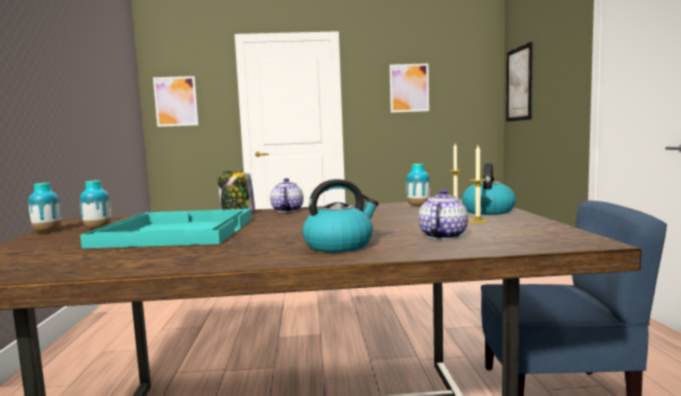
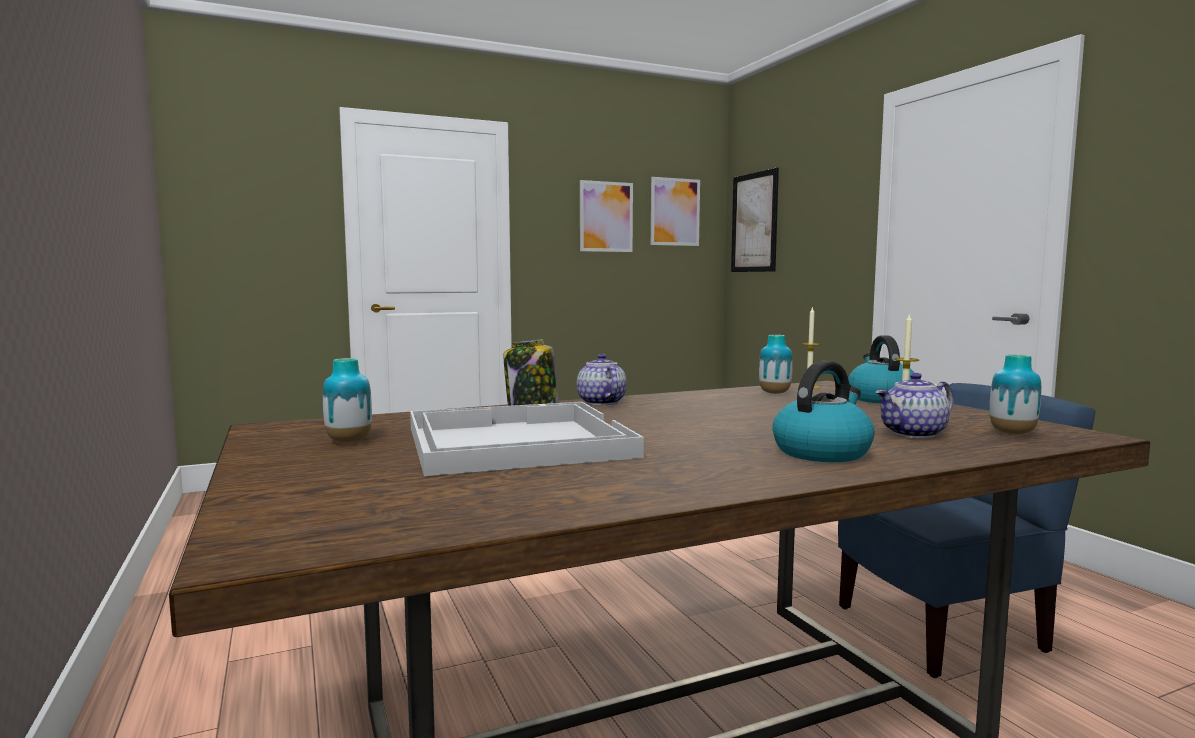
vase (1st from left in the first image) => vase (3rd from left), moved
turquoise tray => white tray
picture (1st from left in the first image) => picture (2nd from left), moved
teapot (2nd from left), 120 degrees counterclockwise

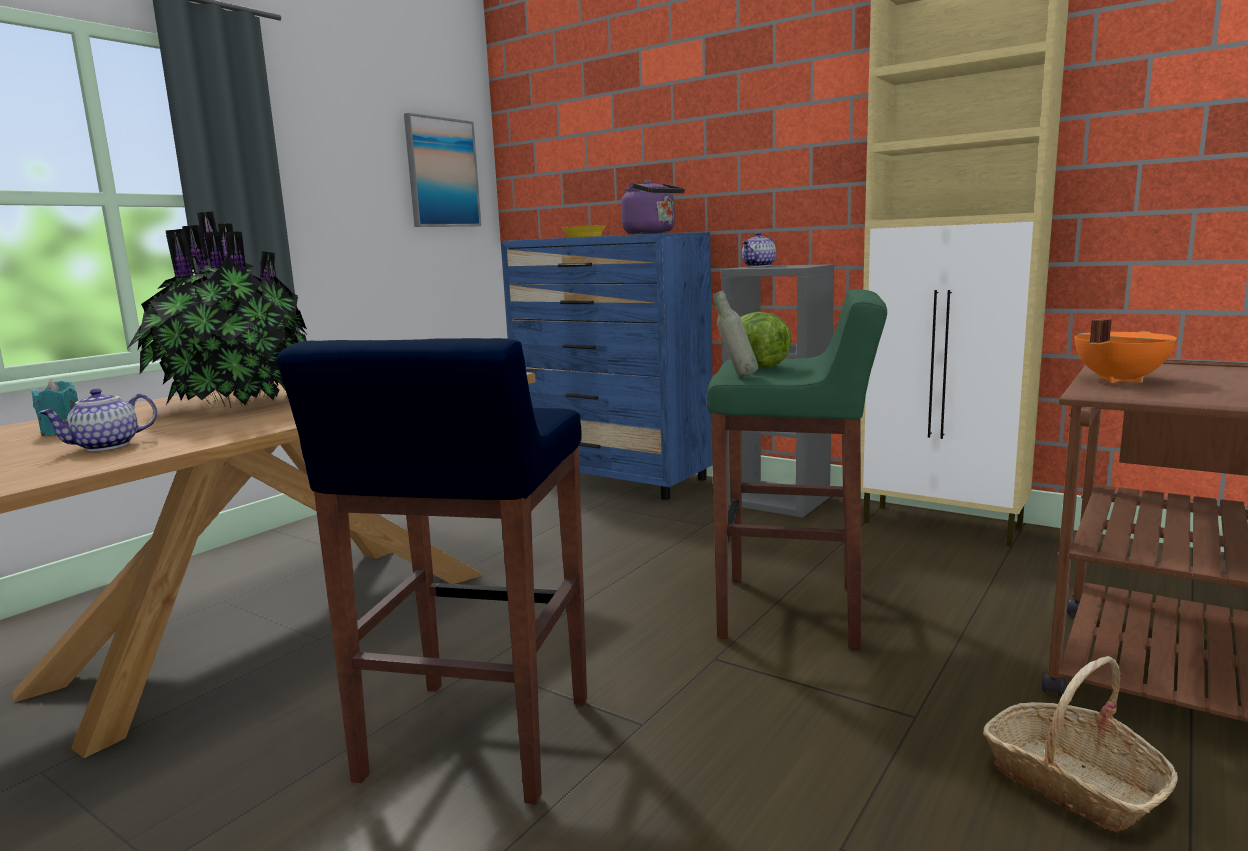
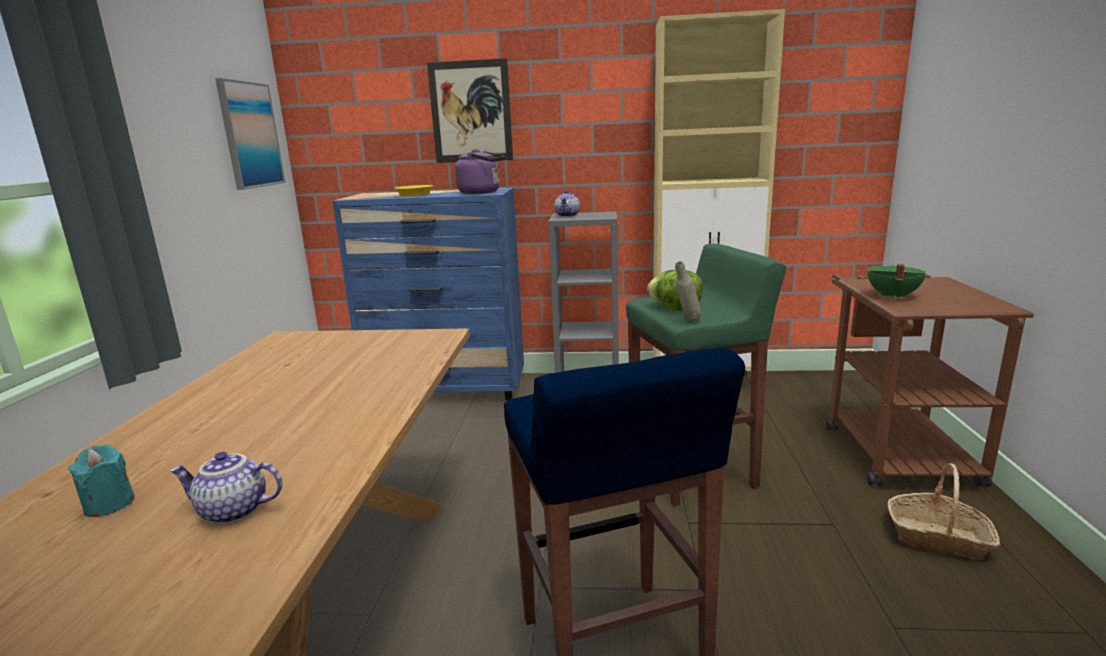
teapot (1st from left), 75 degrees clockwise
potted plant => nothing
orange cooking pot => green cooking pot
nothing => picture (2nd from left)

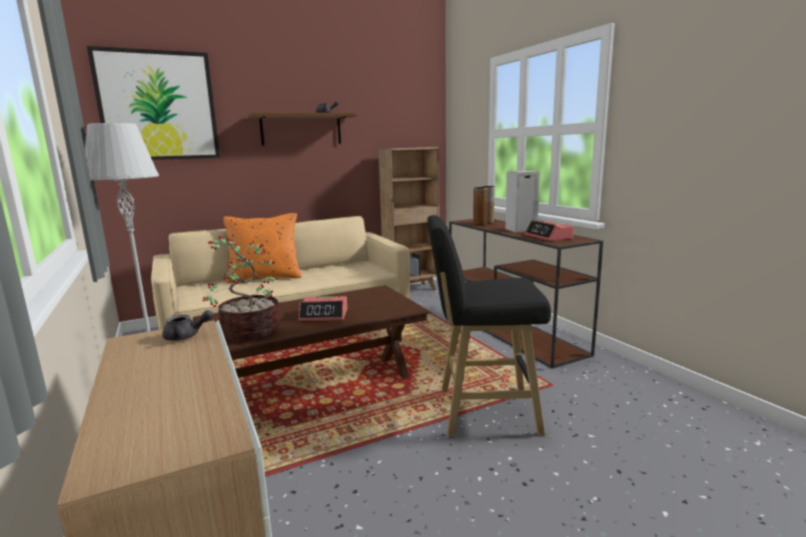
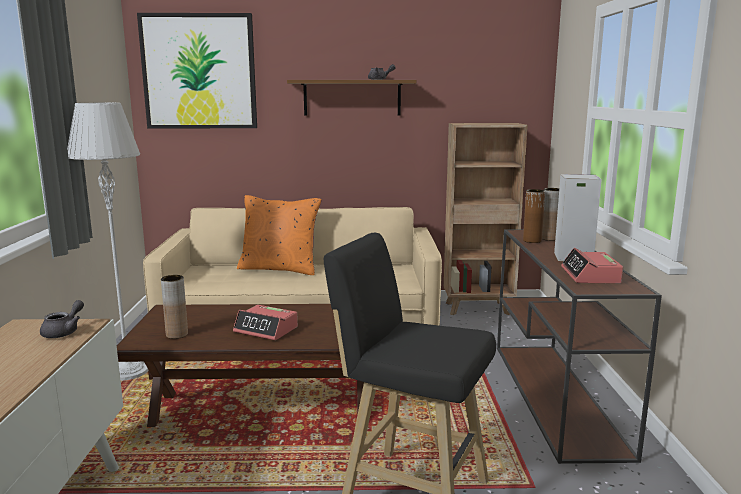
grey teapot (1st from left), 90 degrees counterclockwise
potted plant => brown vase (1st from left)

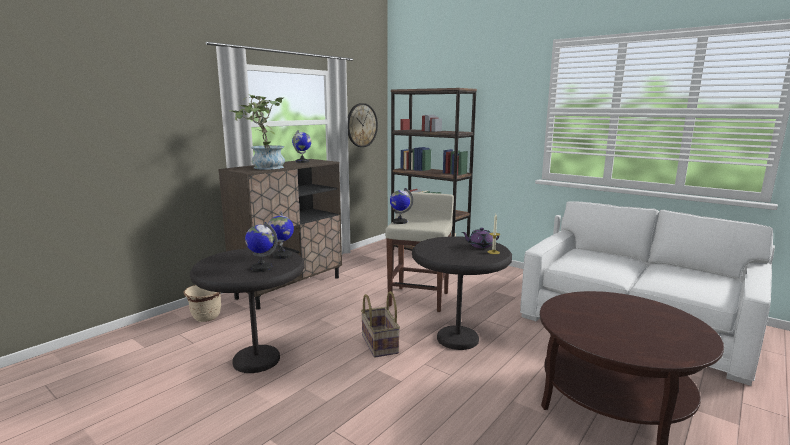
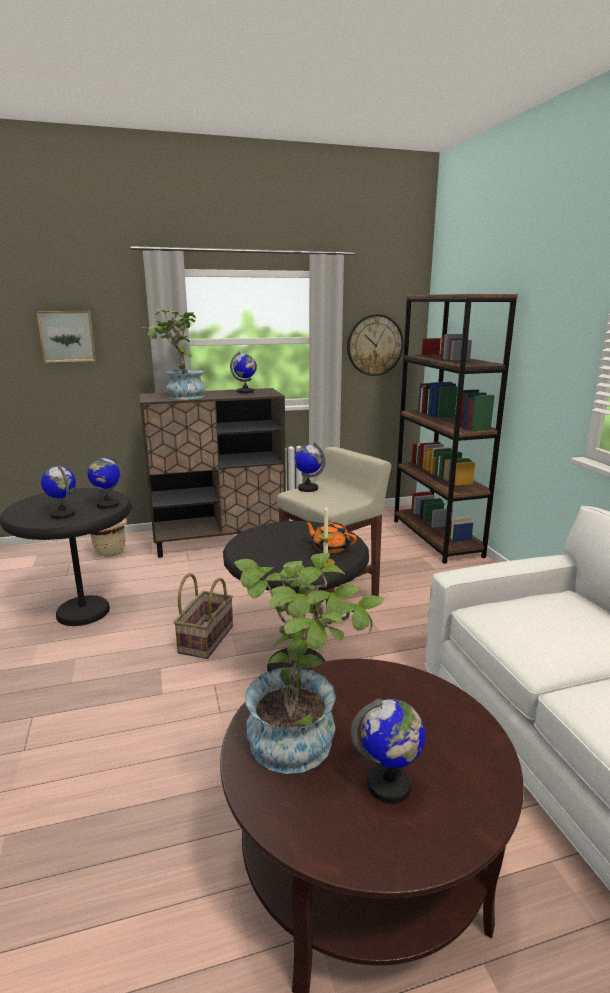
purple teapot => orange teapot
nothing => picture
nothing => potted plant (2nd from left)
nothing => globe (5th from left)

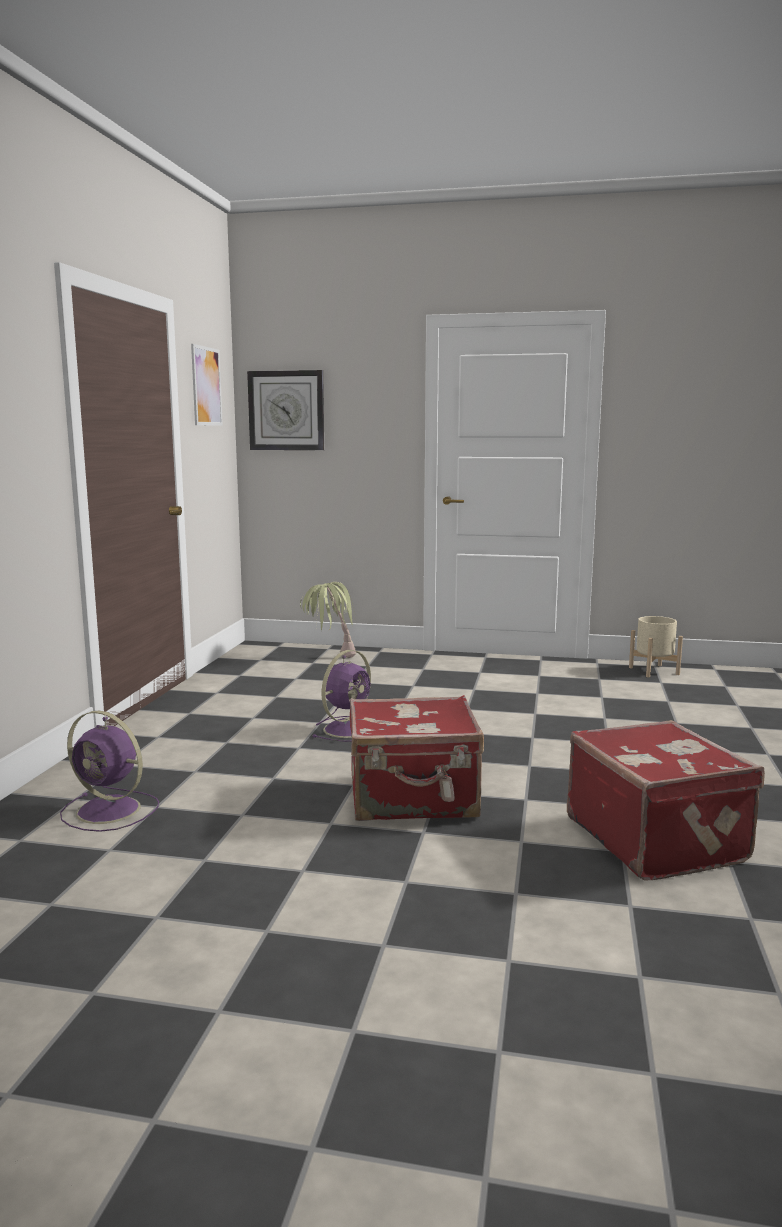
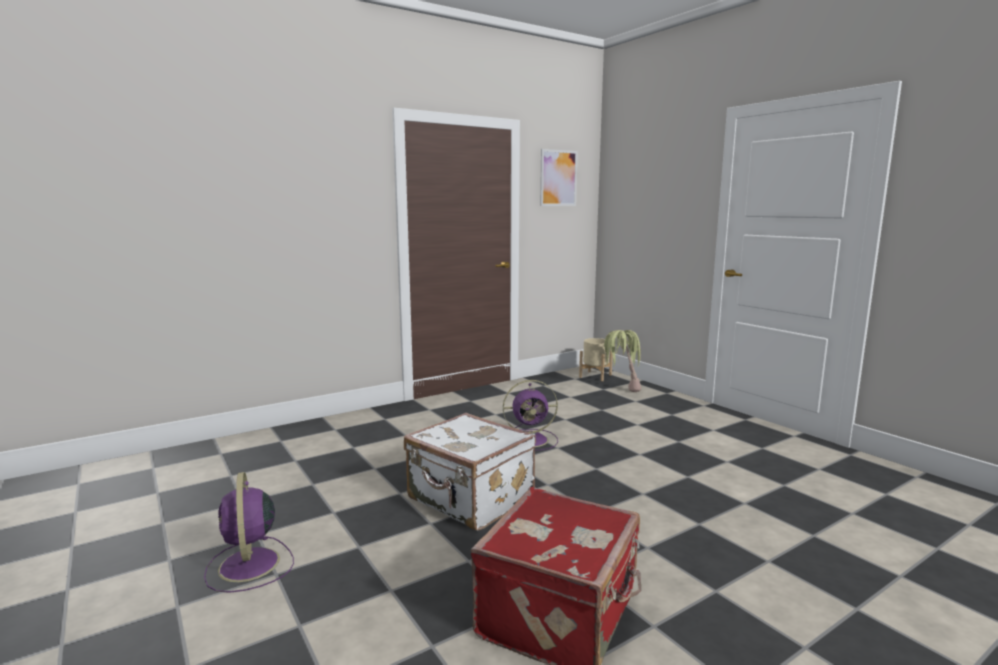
purple fan (1st from left), moved
wall clock => nothing
red suitcase (1st from left) => white suitcase
beige planter, moved

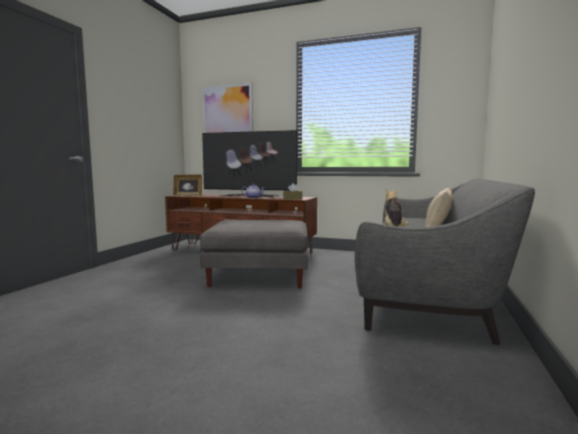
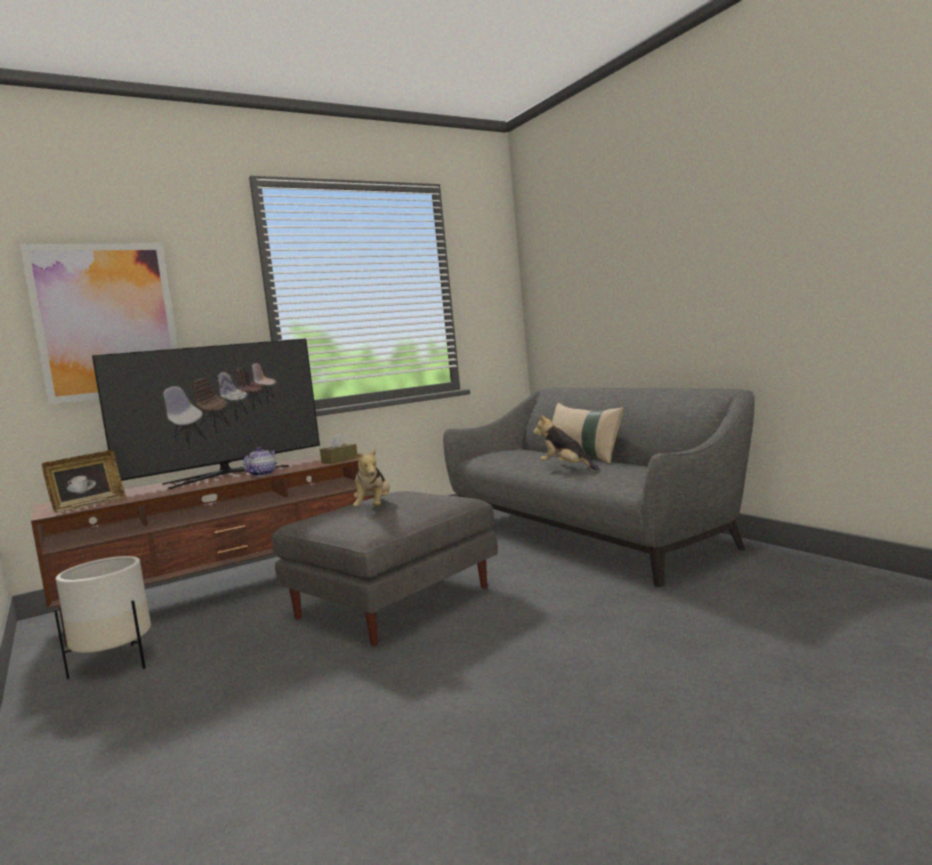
nothing => white planter
nothing => plush toy (1st from left)

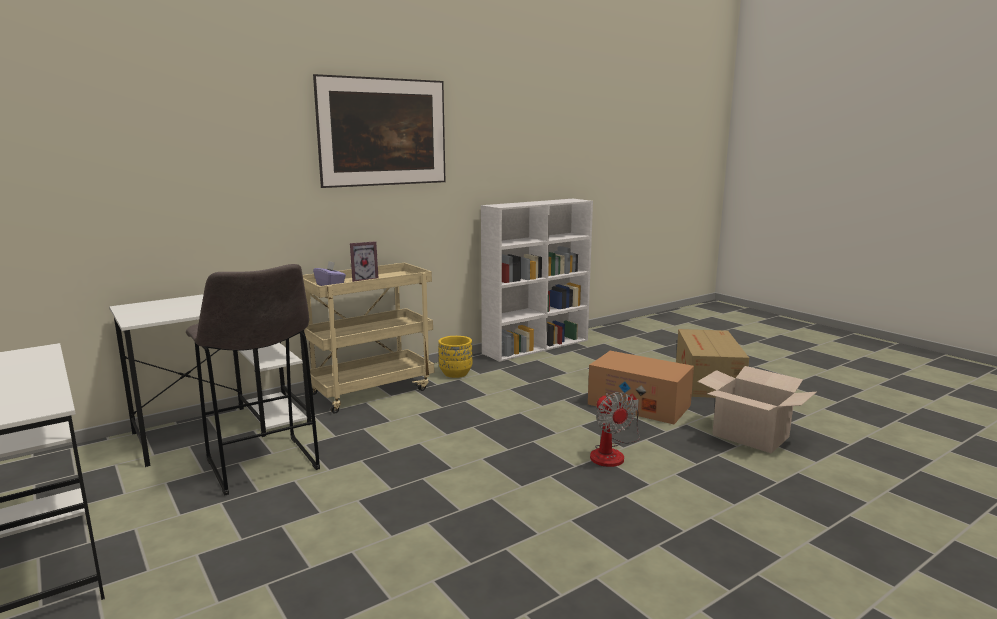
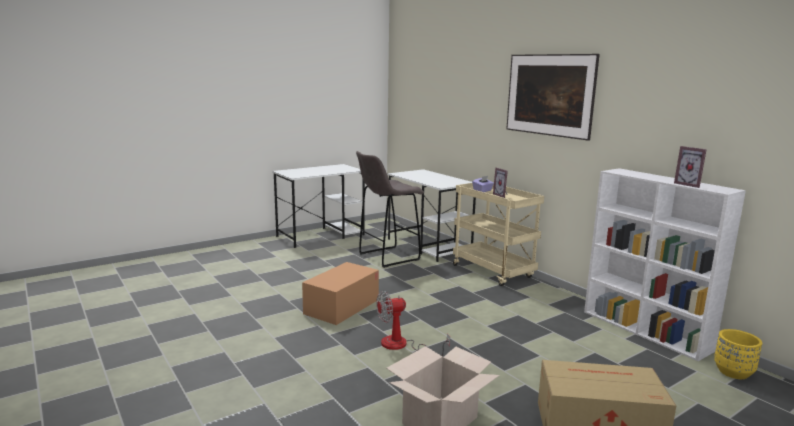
yellow planter, moved
cardboard box (1st from left), moved
nothing => picture frame (2nd from left)

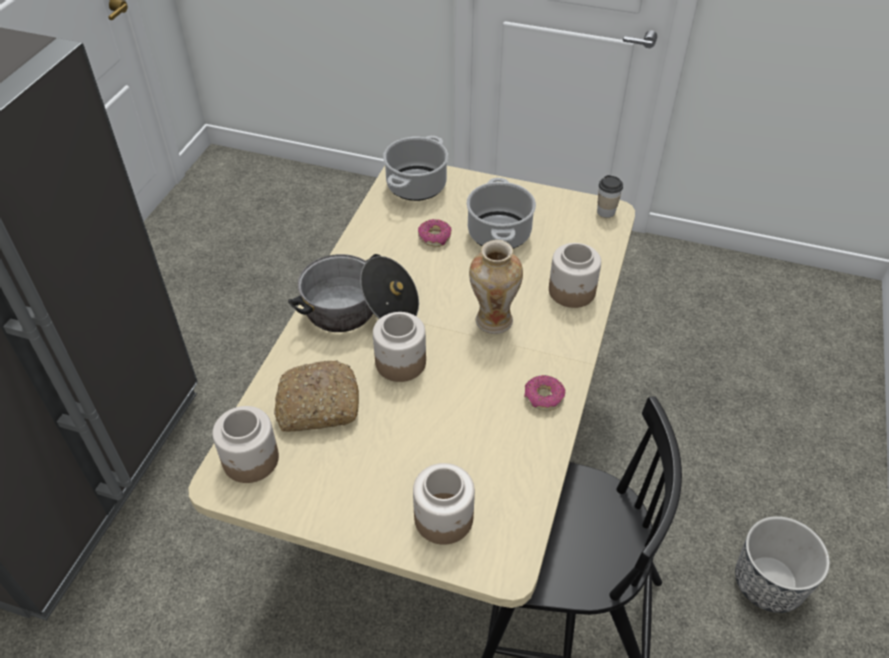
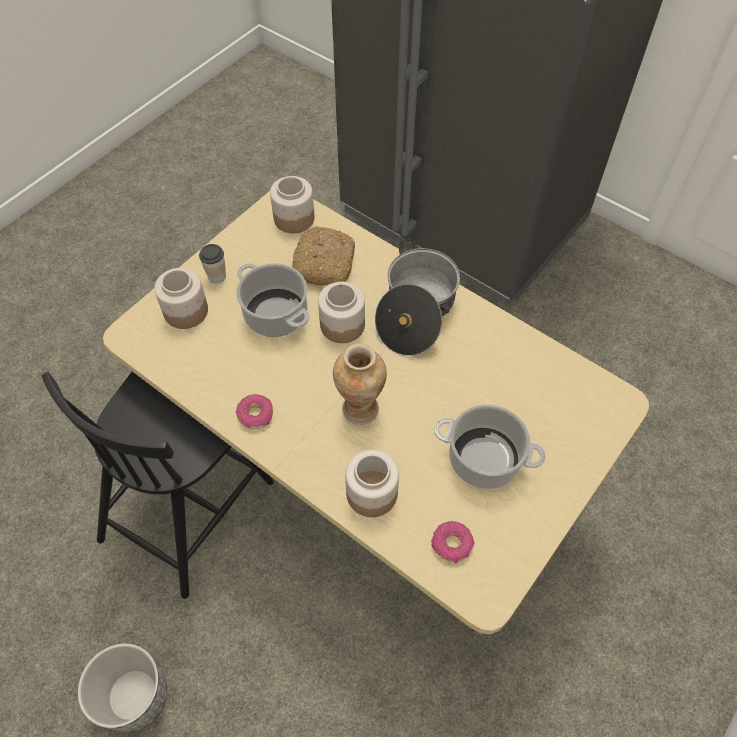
cooking pot (2nd from left in the first image) => cooking pot (1st from left), moved
donut (1st from left in the first image) => donut (2nd from left), moved
cup, moved

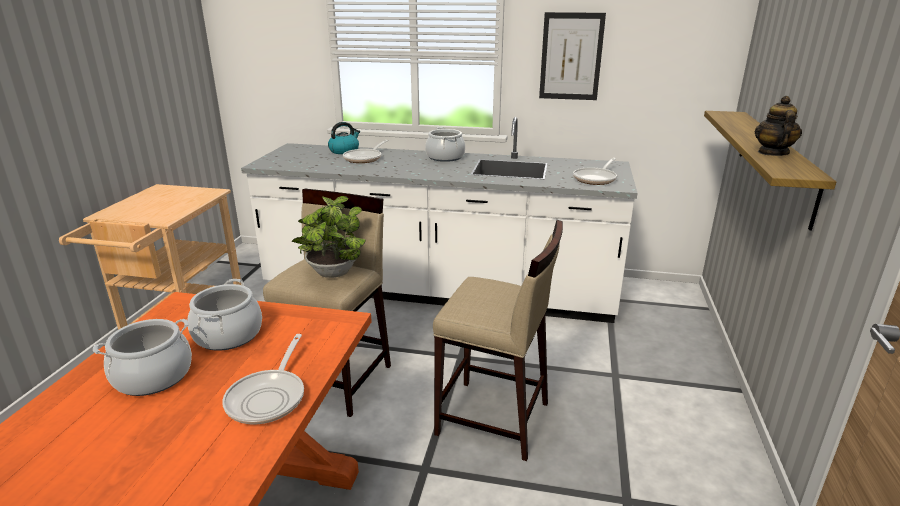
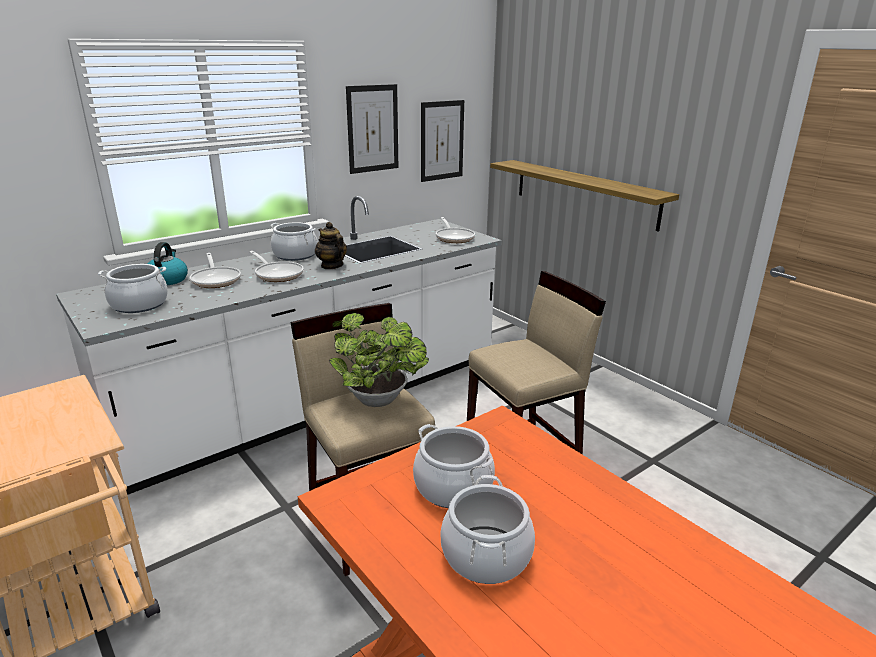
frying pan (1st from left in the first image) => frying pan (2nd from left), moved
teapot, moved
nothing => cooking pot (1st from left)
nothing => picture (2nd from left)

